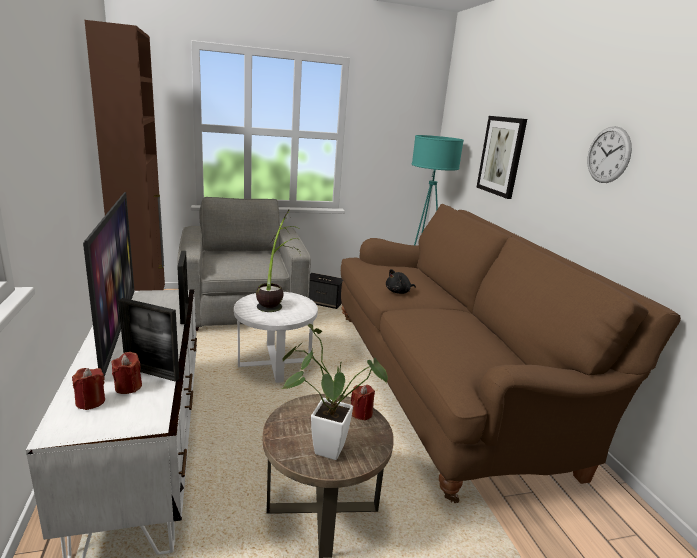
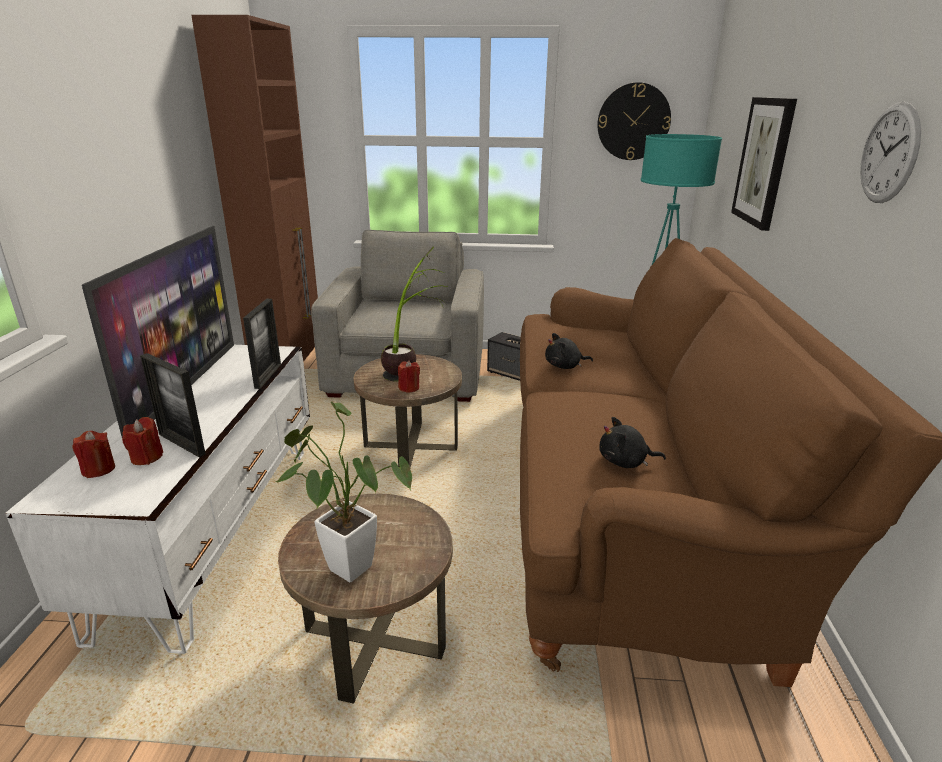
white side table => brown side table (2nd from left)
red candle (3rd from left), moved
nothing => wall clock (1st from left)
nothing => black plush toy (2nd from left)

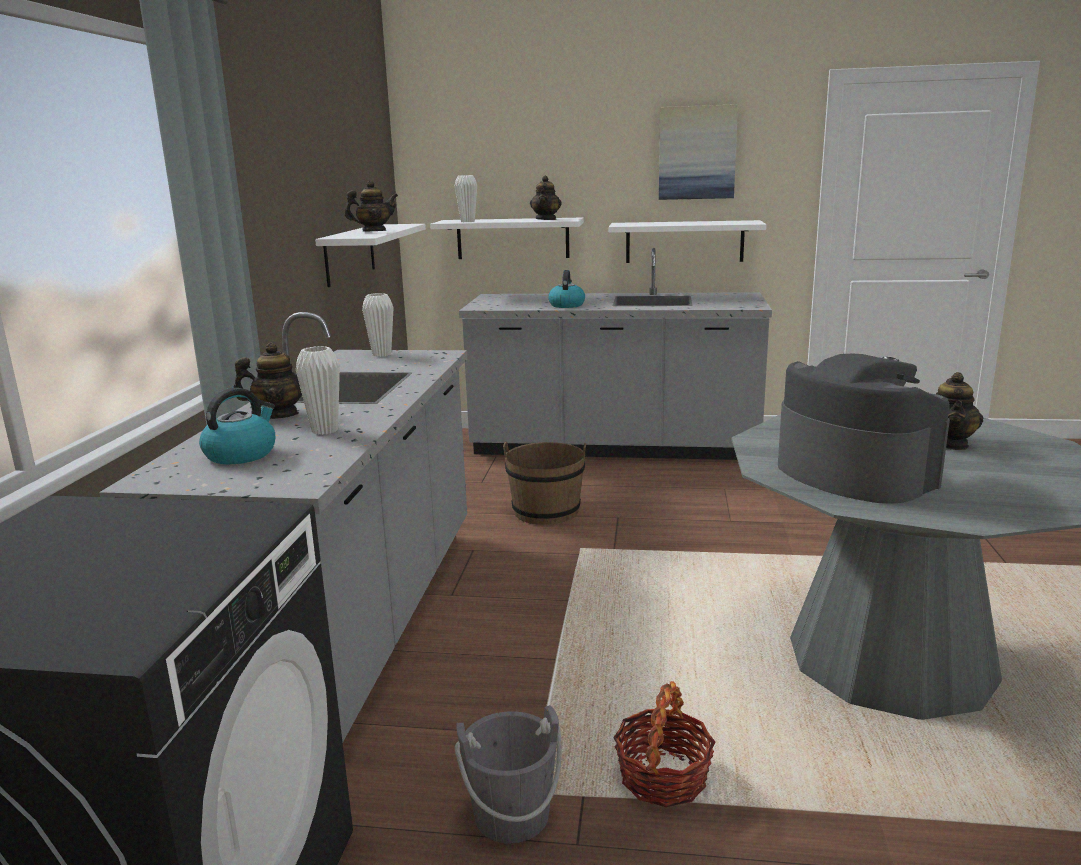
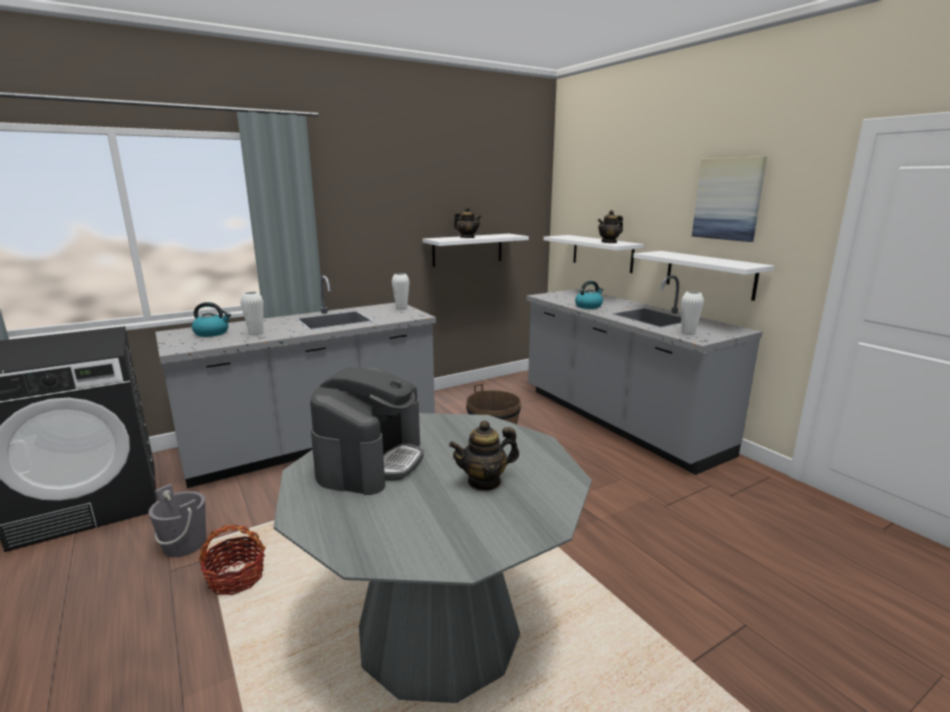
teapot (1st from left) => nothing
white vase (3rd from left), moved

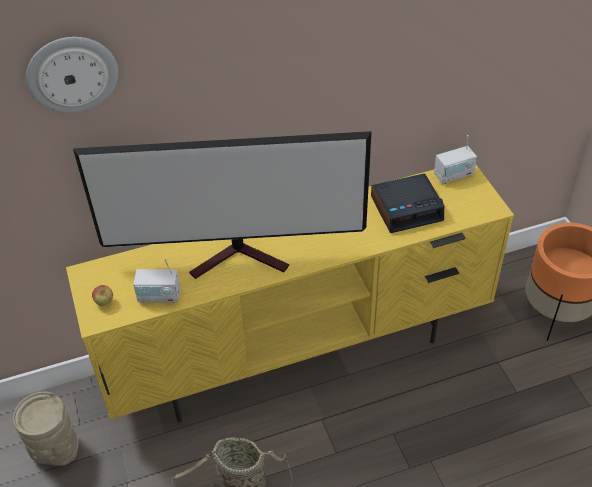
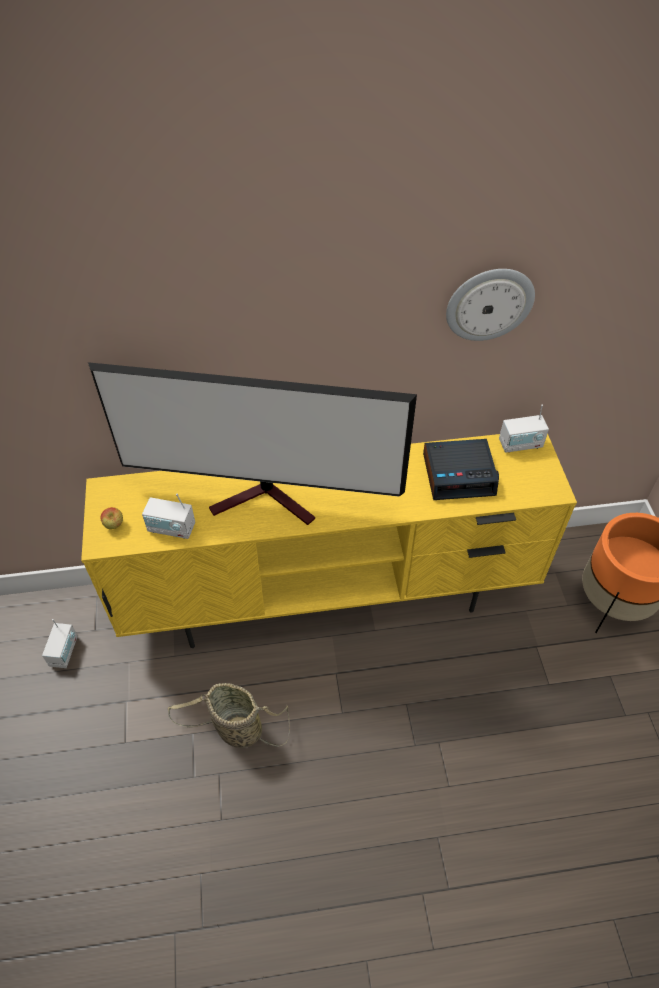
beige vase => radio (1st from left)
wall clock, moved

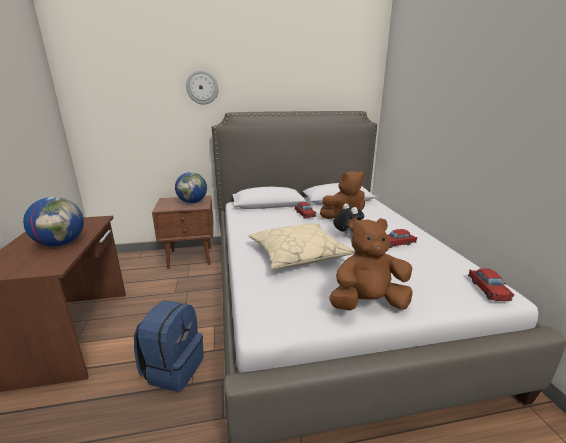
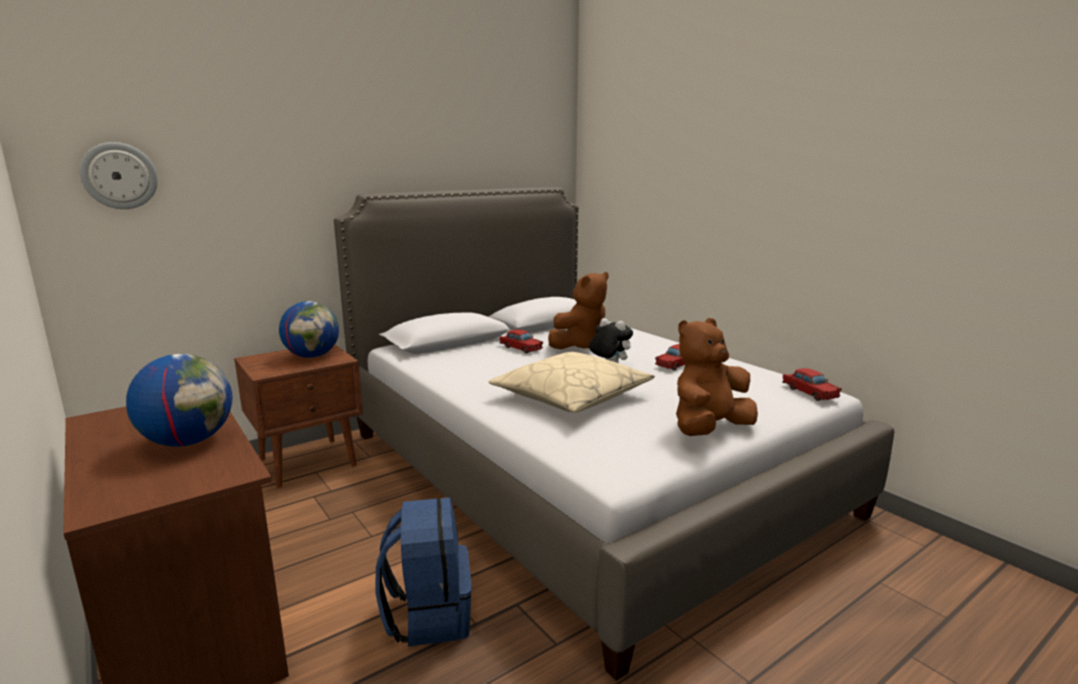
wall clock, moved

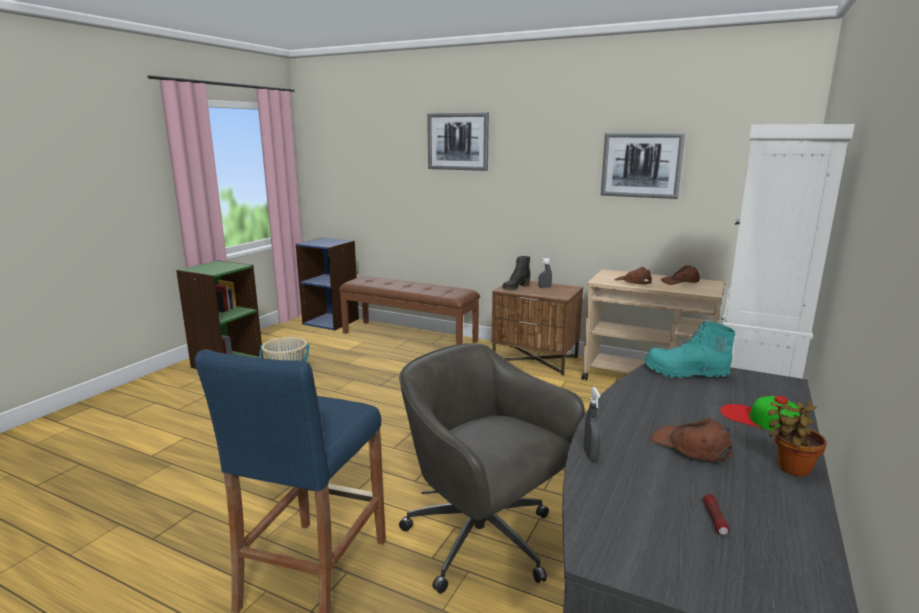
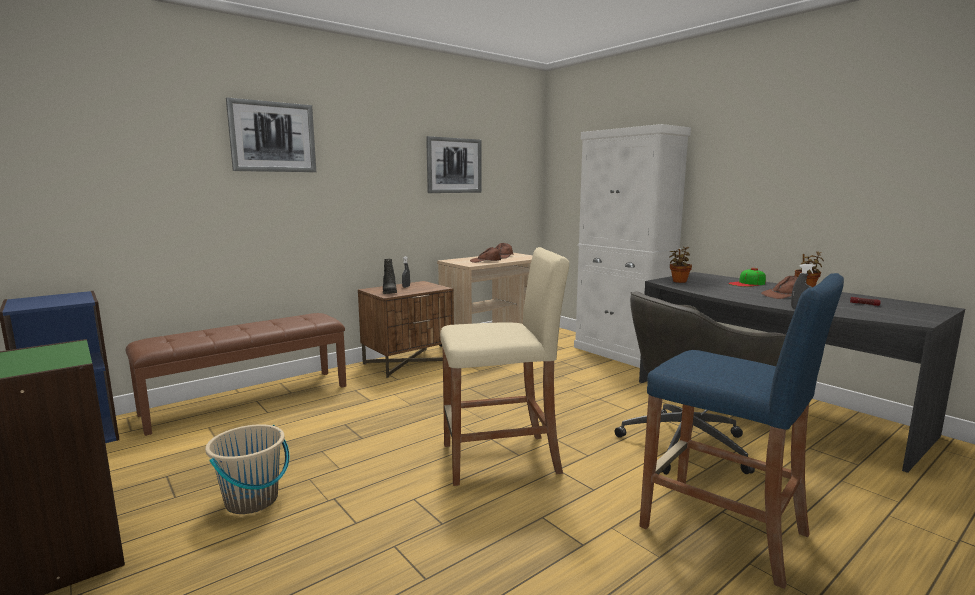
turquoise boot => potted plant (1st from left)
nothing => beige stool

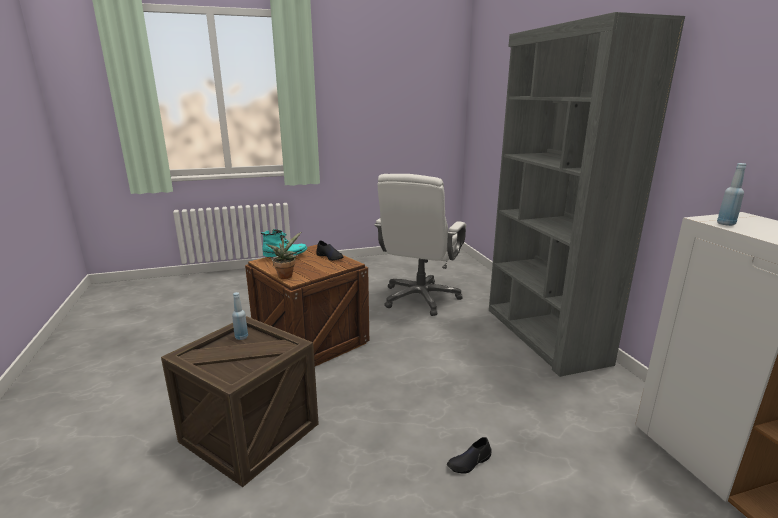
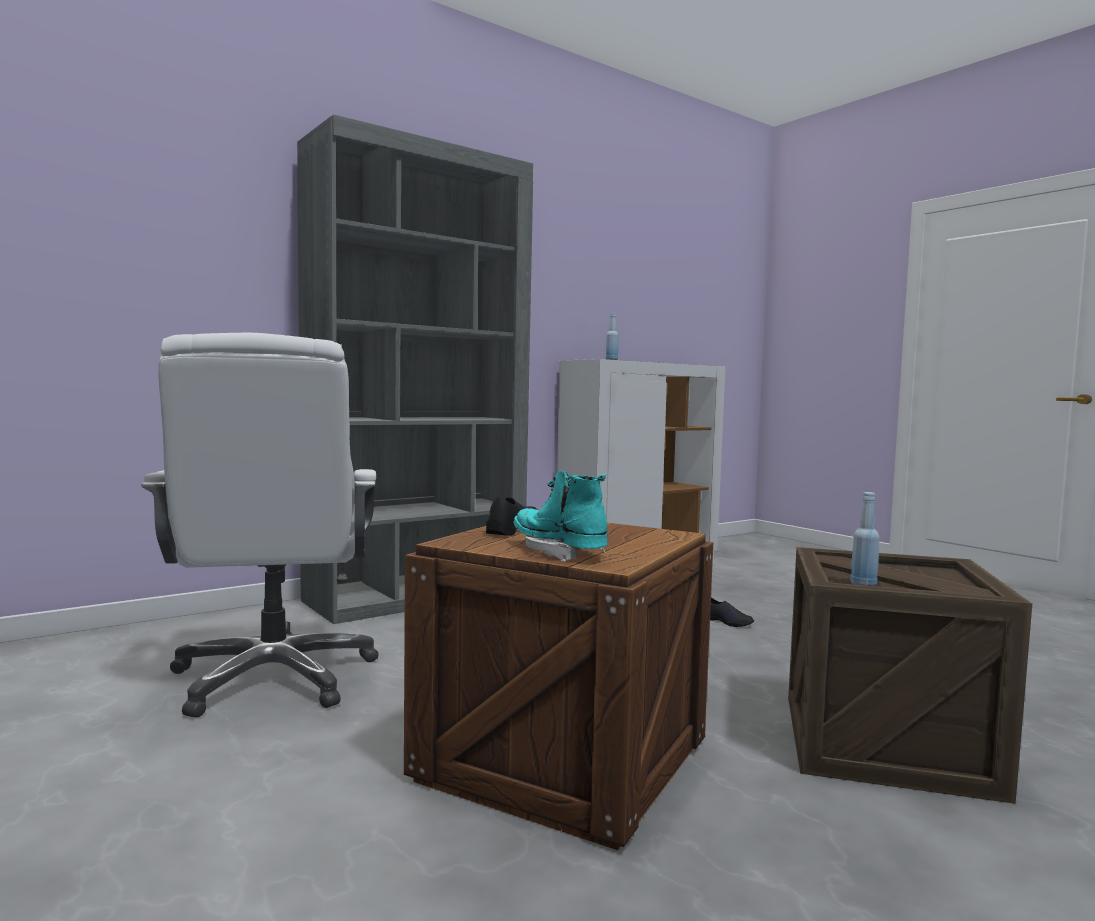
potted plant => nothing
white office chair, 75 degrees clockwise

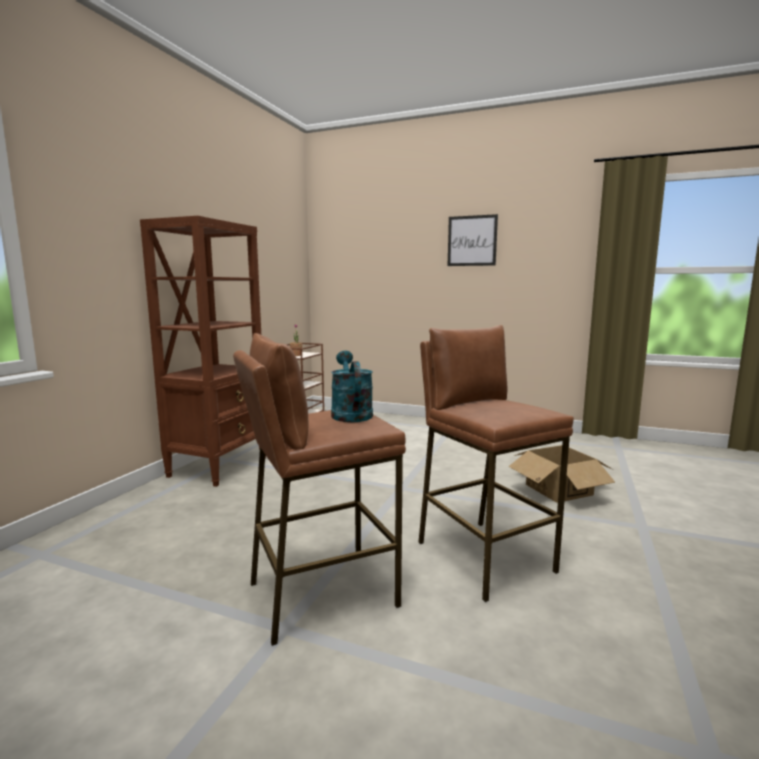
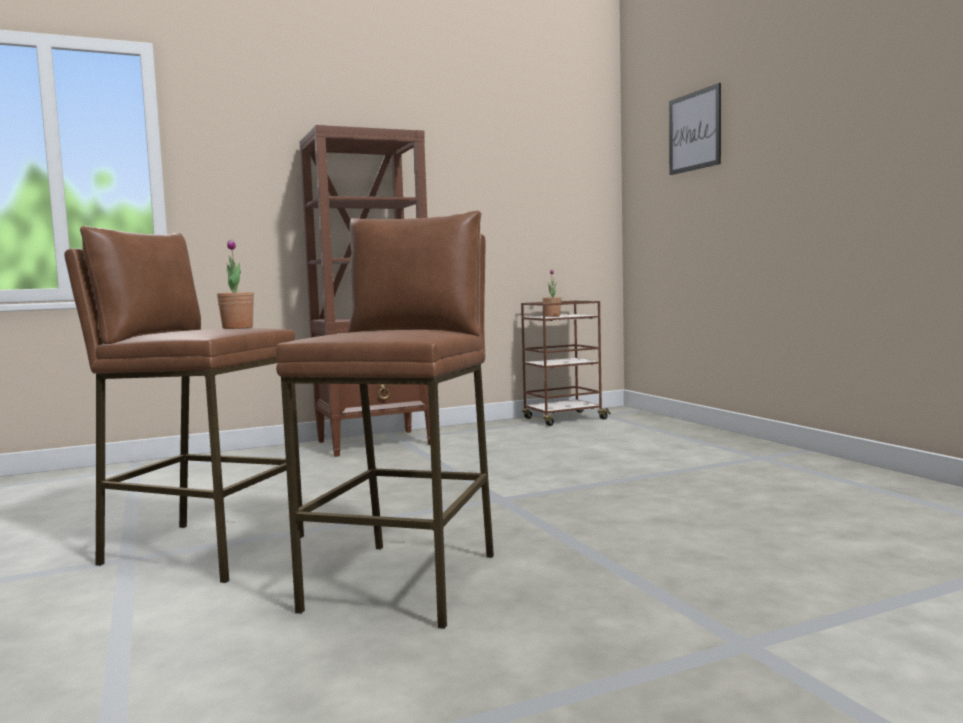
turquoise watering can => potted plant (1st from left)
picture, moved
cardboard box => nothing

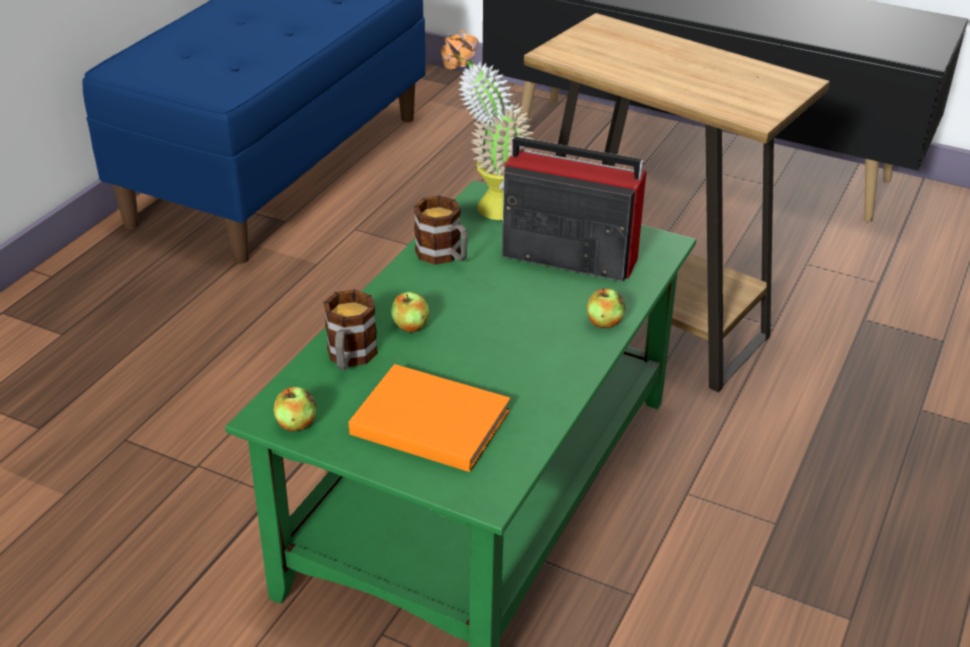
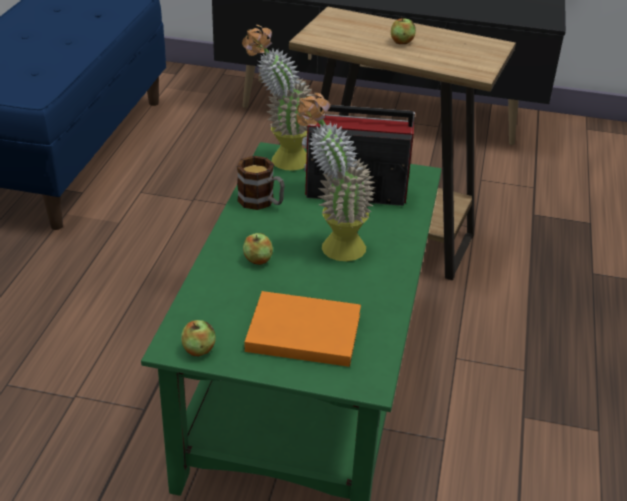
mug (1st from left) => nothing
apple (3rd from left), moved
nothing => potted plant (2nd from left)

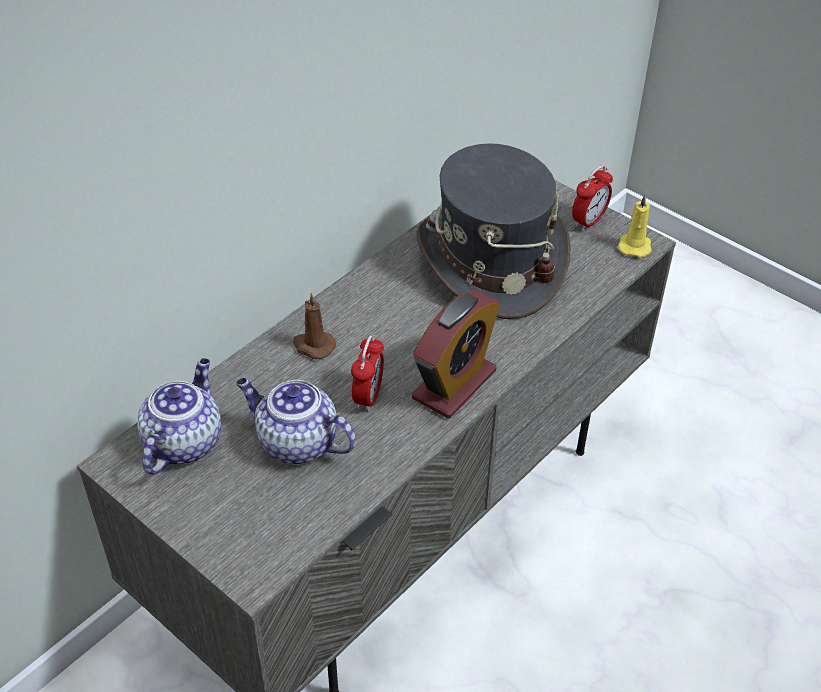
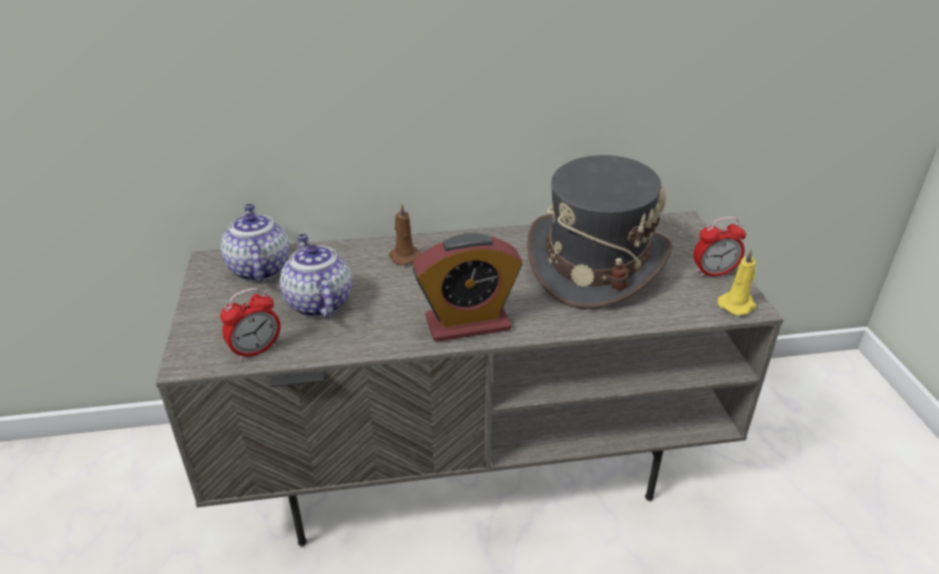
teapot (1st from left), 75 degrees counterclockwise
alarm clock (1st from left), moved

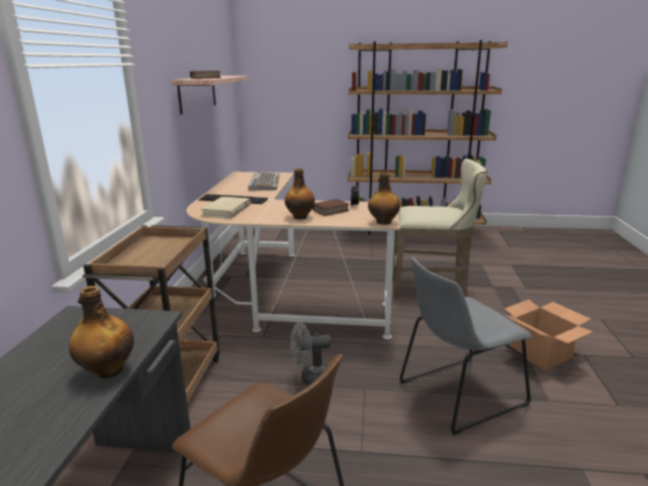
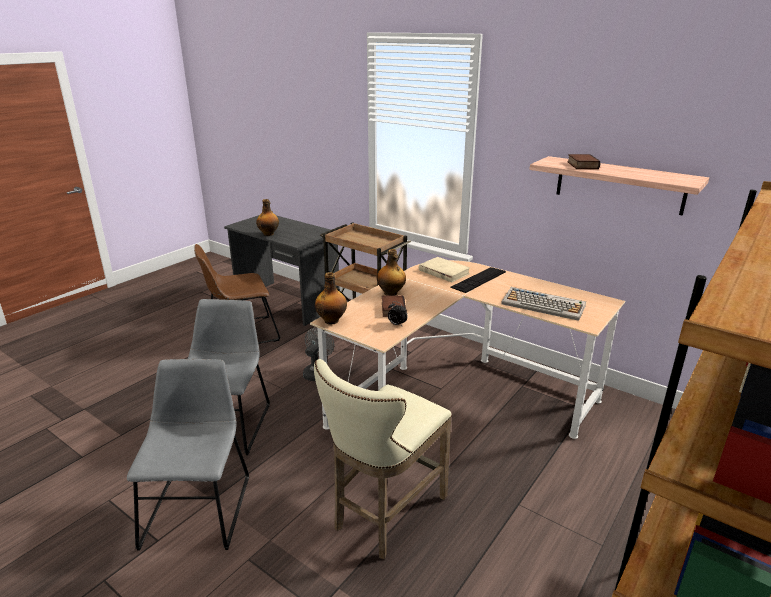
cardboard box => grey chair (1st from left)

